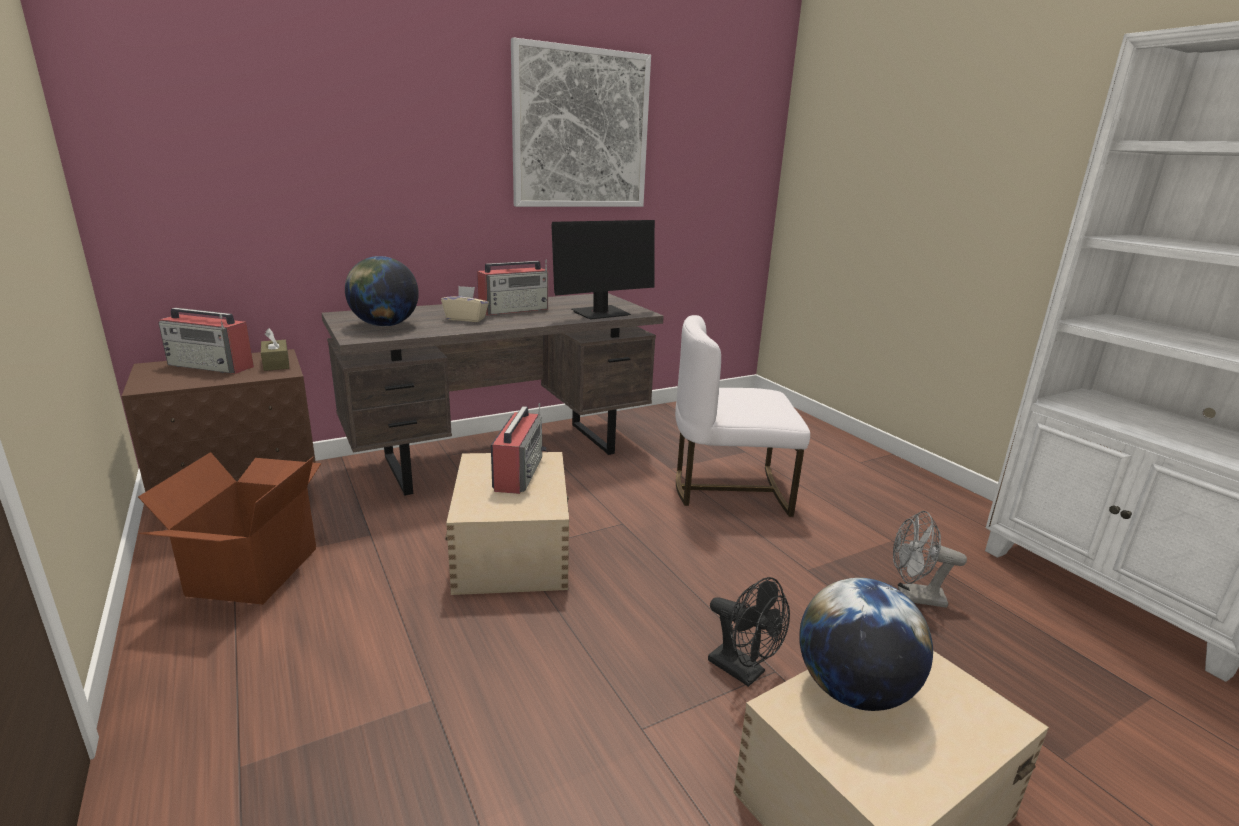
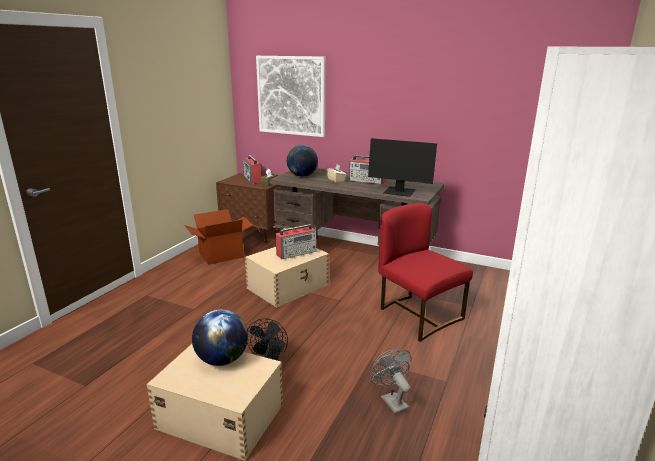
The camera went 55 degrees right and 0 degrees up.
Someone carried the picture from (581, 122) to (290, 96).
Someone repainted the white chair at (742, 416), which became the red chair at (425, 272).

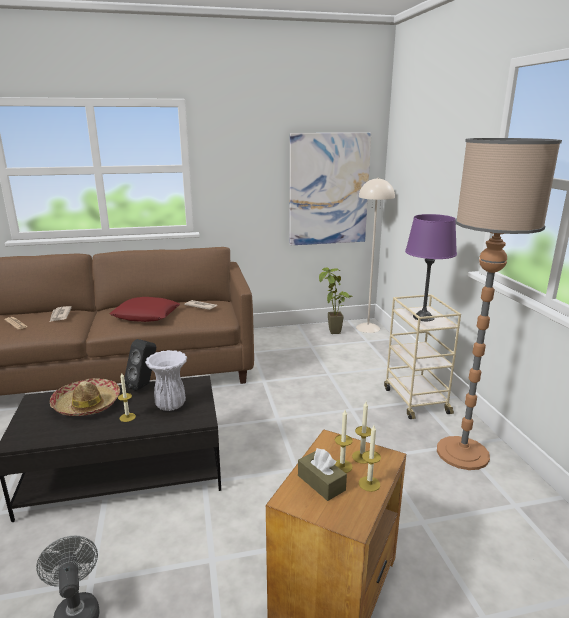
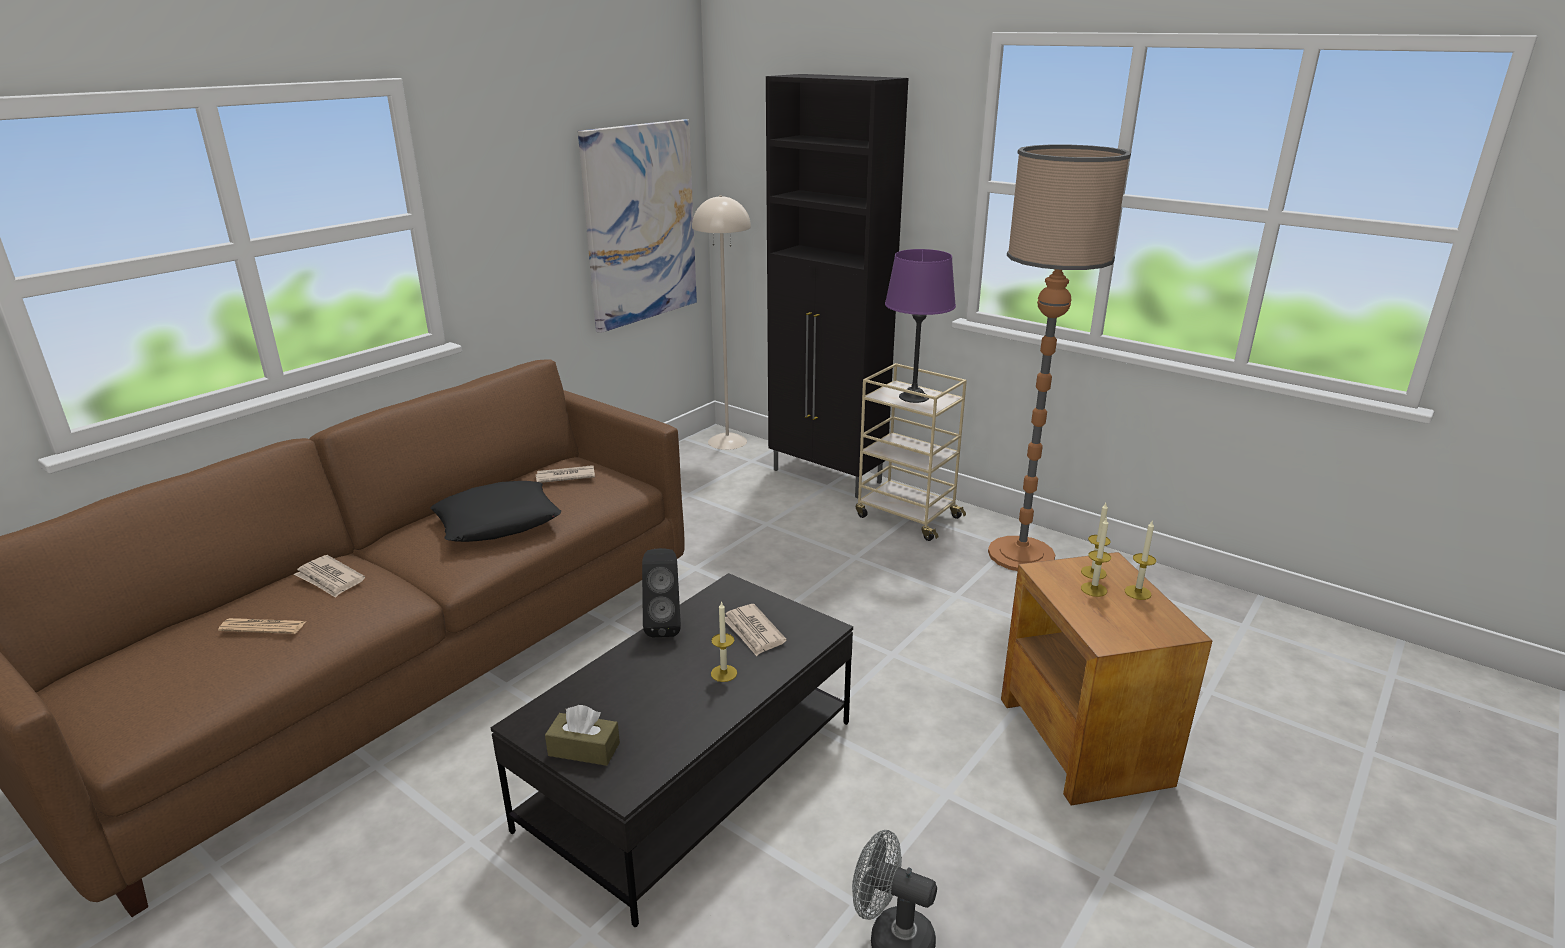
The camera went 40 degrees left and 5 degrees up.
Someone repainted the red pillow at (145, 309), which became the black pillow at (495, 511).
Someone carried the brown tissue box from (322, 474) to (582, 735).
Someone swapped the white vase at (166, 380) for the newspaper at (755, 630).
Someone put down the black cabinet at (837, 286).
Someone took away the hat at (84, 397).
Someone took away the potted plant at (336, 301).

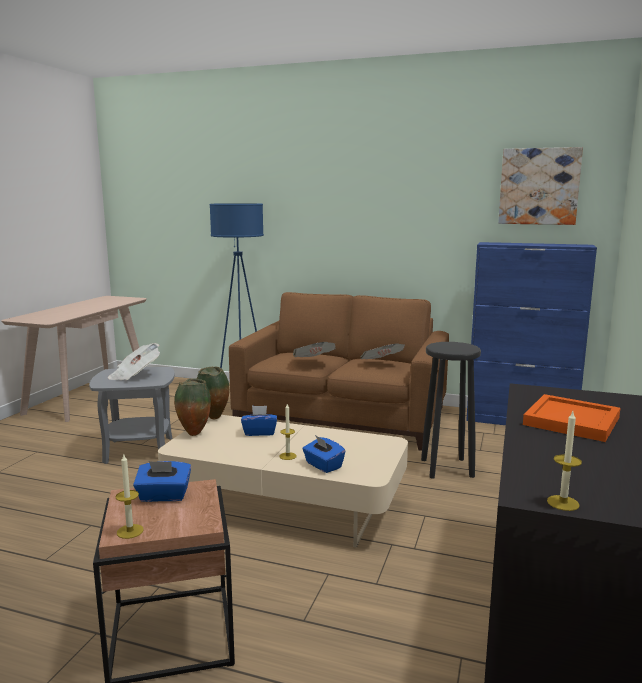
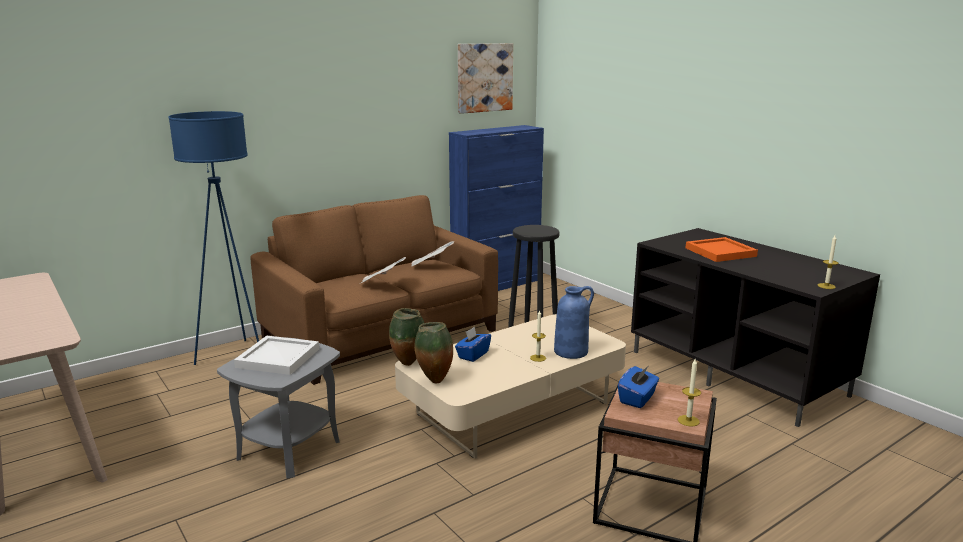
The camera went 55 degrees left and 5 degrees up.
Someone swapped the newspaper at (134, 361) for the white tray at (276, 355).
Someone swapped the blue tissue box at (324, 454) for the blue vase at (574, 322).

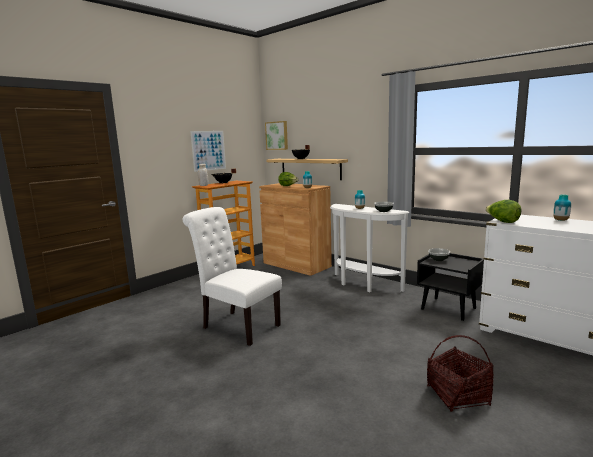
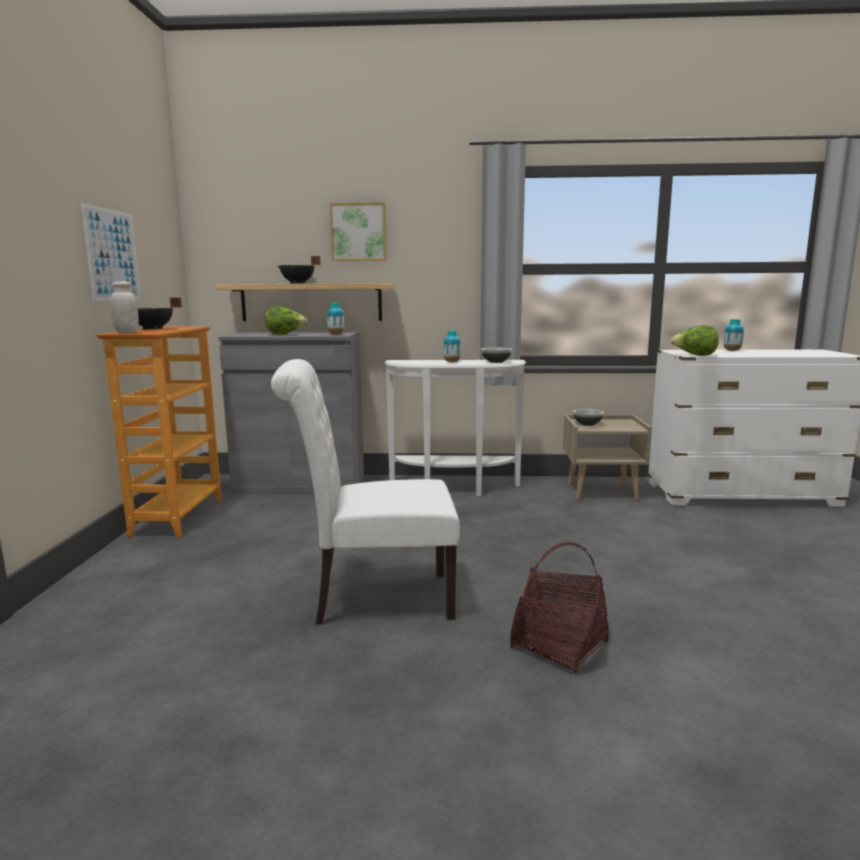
The camera went 40 degrees left and 0 degrees up.
Someone repainted the brown cabinet at (295, 229), which became the grey cabinet at (291, 413).
Someone carried the picture from (276, 135) to (358, 232).
Someone carried the basket from (460, 373) to (559, 607).
Someone repainted the black nightstand at (450, 287), which became the beige nightstand at (607, 458).

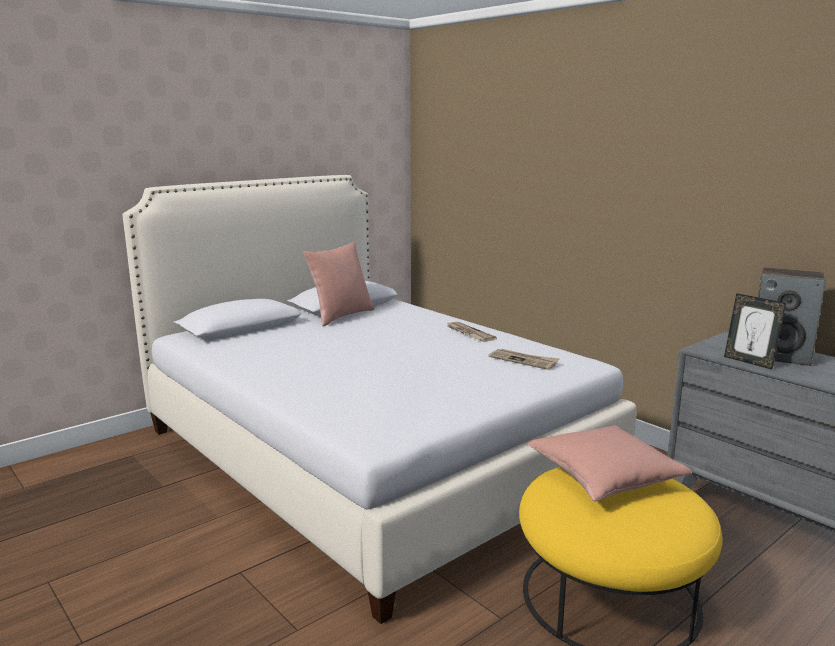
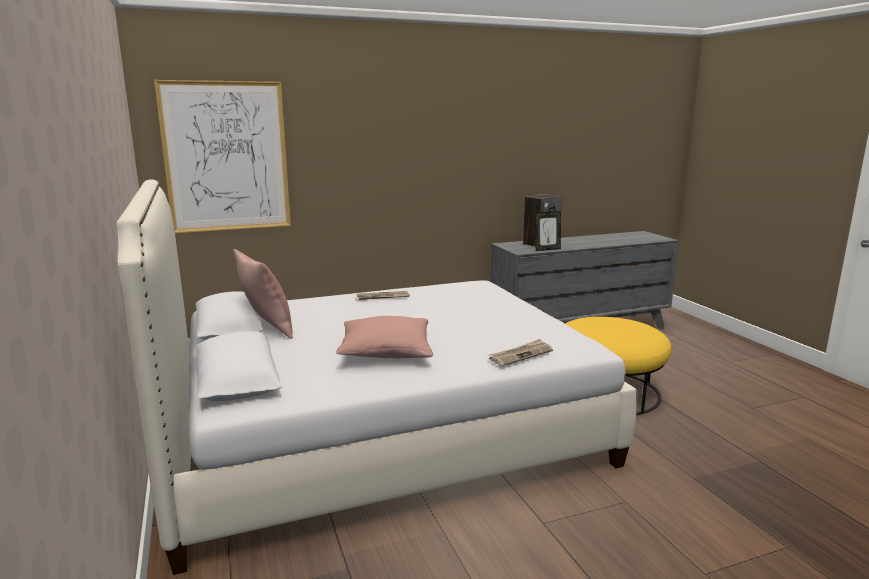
The camera went 70 degrees left and 0 degrees up.
Someone put up the picture at (222, 156).
Someone carried the pink pillow from (609, 464) to (384, 337).
Someone carried the newspaper from (523, 359) to (521, 352).

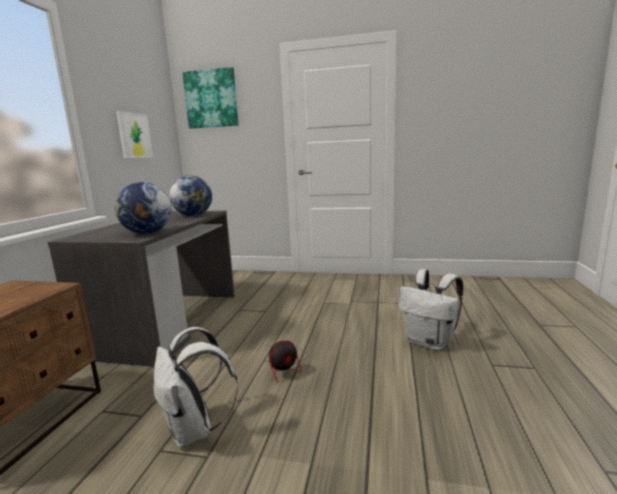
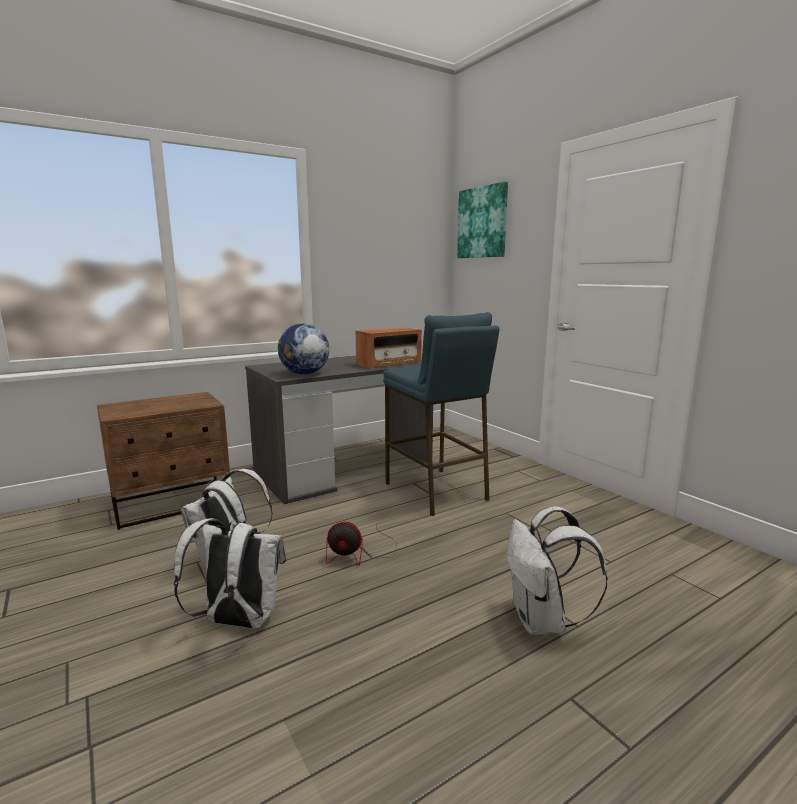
The camera went 45 degrees right and 0 degrees up.
Someone put down the white backpack at (230, 573).
Someone swapped the globe at (191, 195) for the radio at (389, 347).
Someone put down the blue stool at (441, 414).
Someone took away the picture at (134, 134).

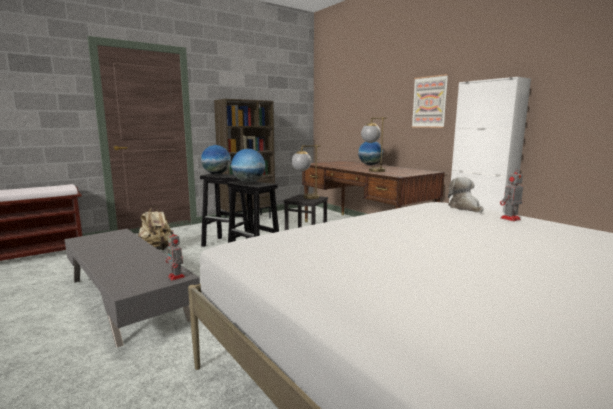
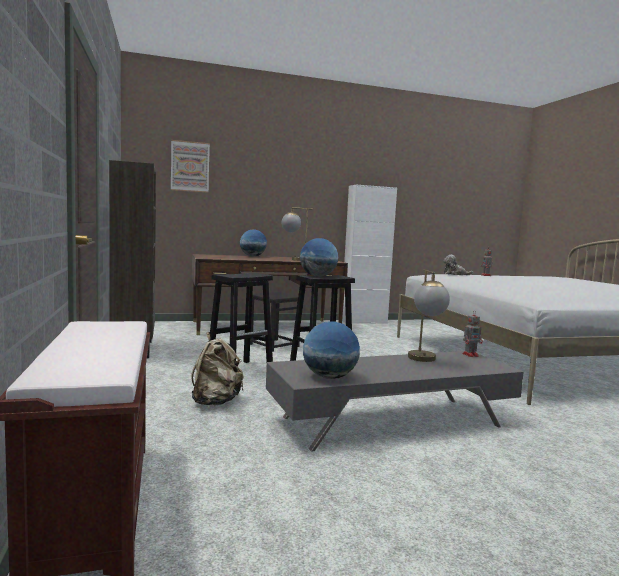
The camera went 70 degrees left and 5 degrees down.
Someone carried the picture from (430, 101) to (190, 166).
Someone carried the globe from (216, 159) to (331, 350).
Someone carried the table lamp from (306, 172) to (429, 315).

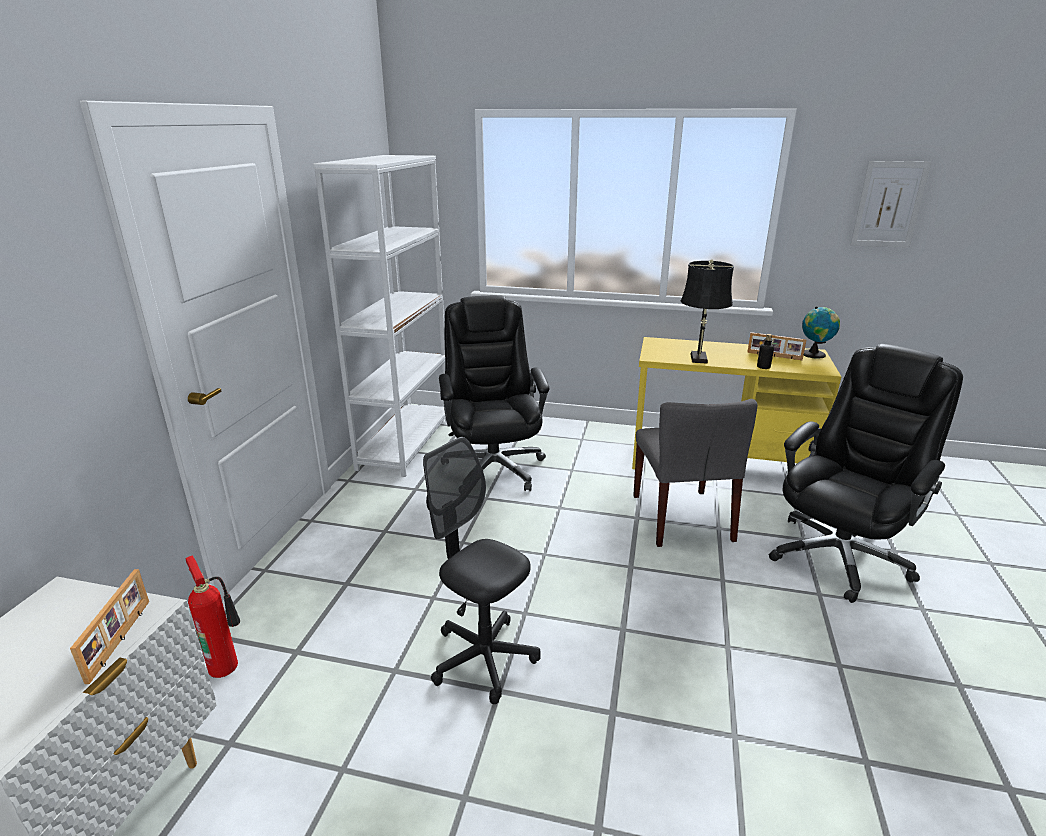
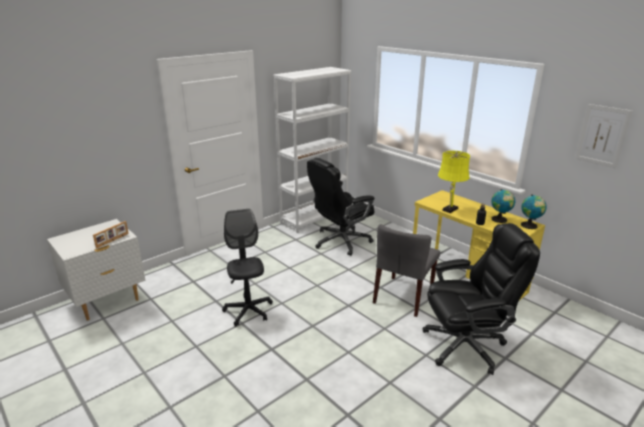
The camera went 35 degrees right and 0 degrees up.
Someone rotated the black office chair at (494, 393) by 150 degrees counterclockwise.
Someone repainted the black table lamp at (707, 311), which became the yellow table lamp at (454, 182).
Someone swapped the picture frame at (776, 346) for the globe at (503, 206).
Someone took away the fire extinguisher at (212, 617).

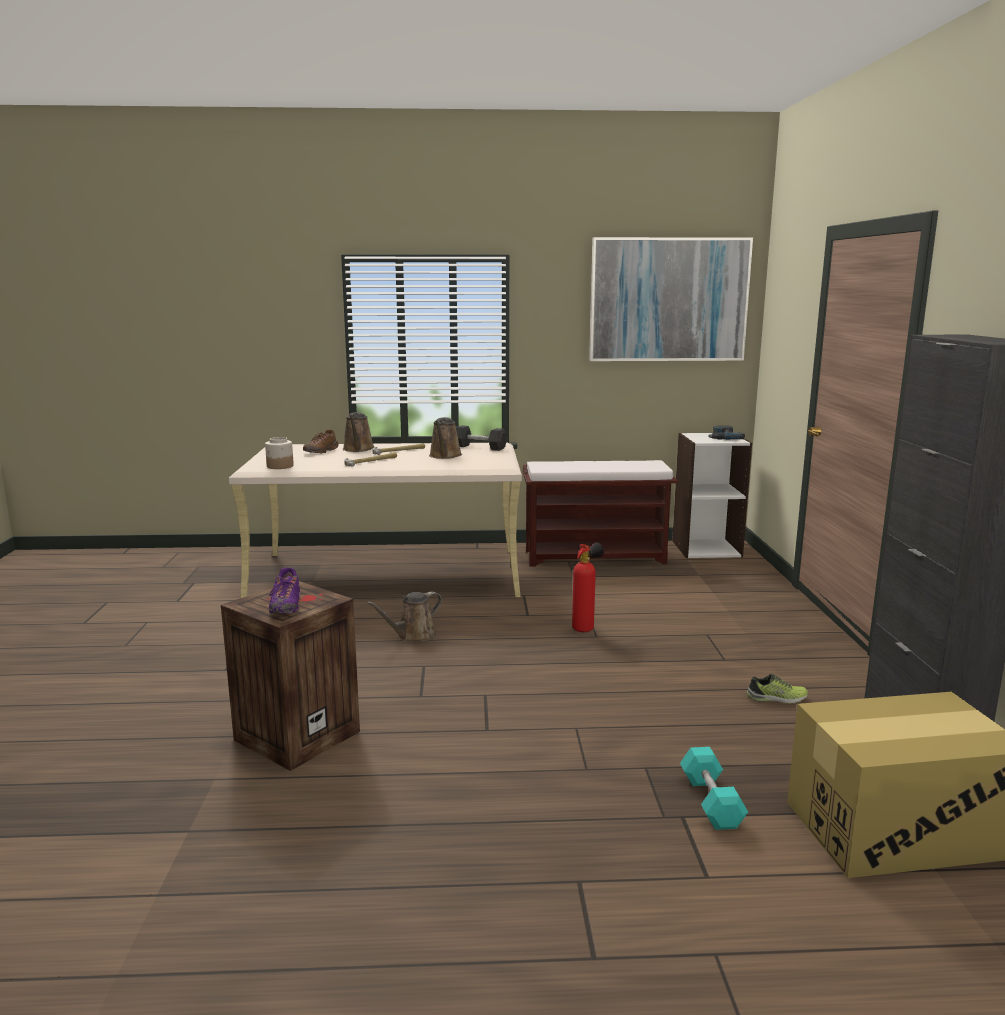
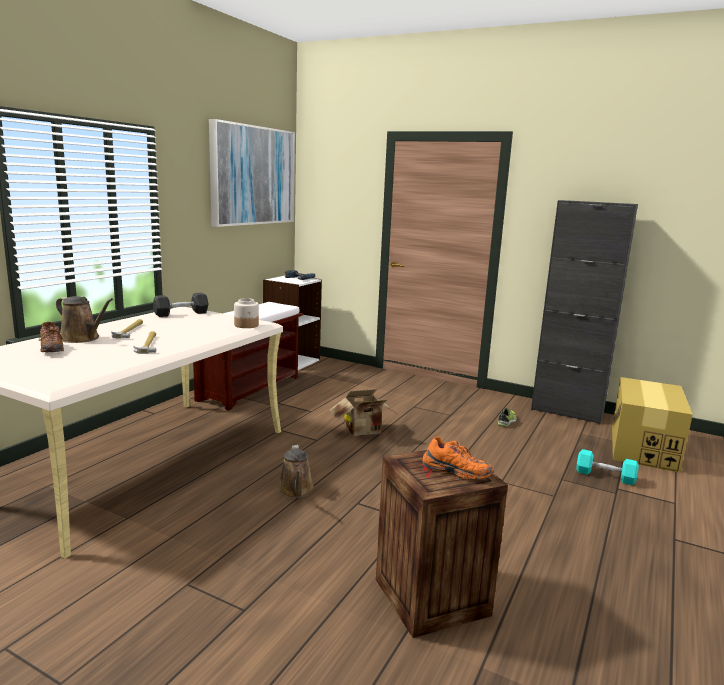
The camera went 60 degrees left and 0 degrees up.
Someone carried the jar from (279, 453) to (246, 313).
Someone swapped the fire extinguisher at (588, 587) for the cardboard box at (364, 412).
Someone repainted the purple shoe at (284, 590), which became the orange shoe at (458, 458).
Someone took away the brown watering can at (445, 438).

